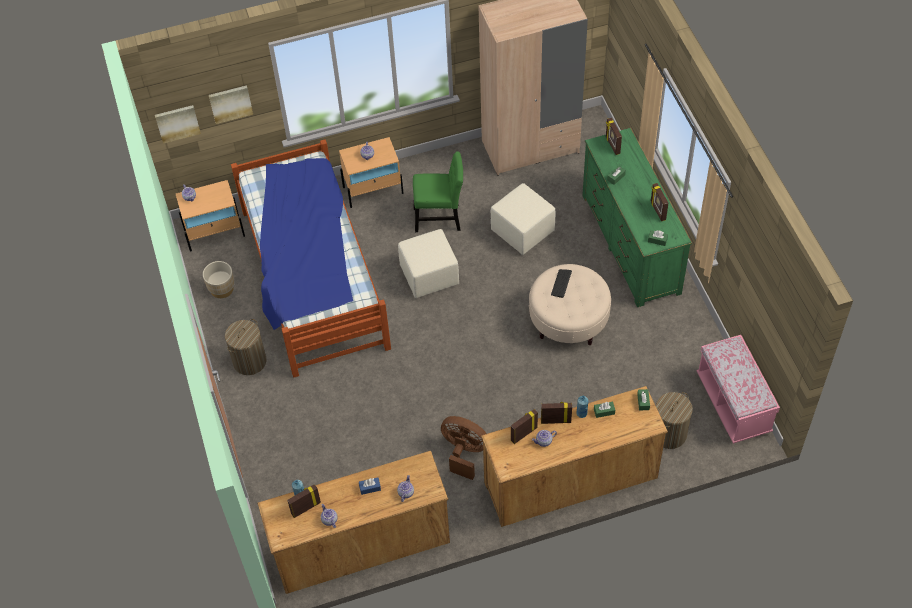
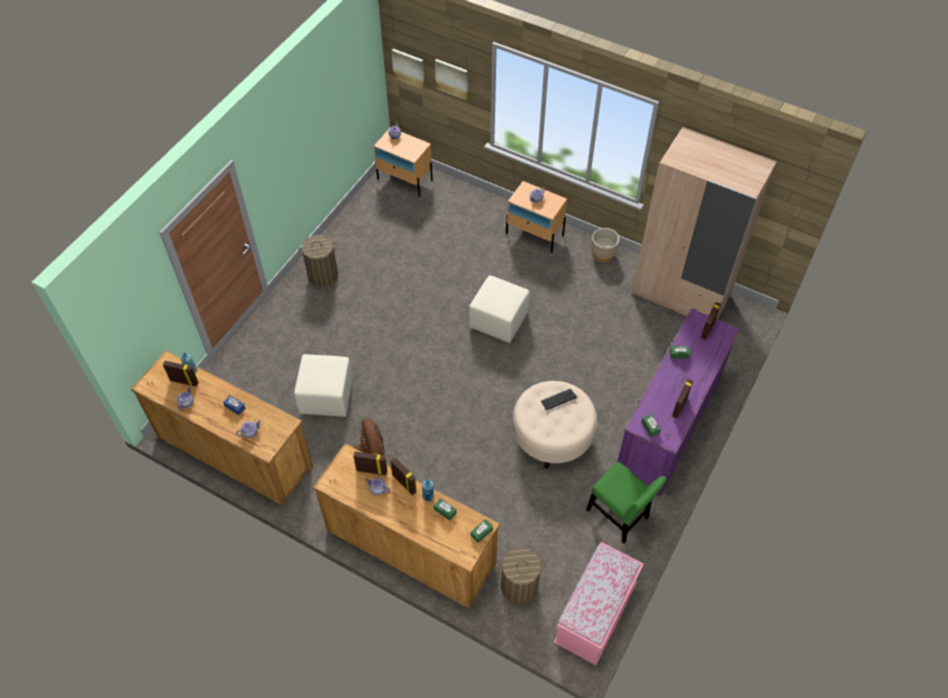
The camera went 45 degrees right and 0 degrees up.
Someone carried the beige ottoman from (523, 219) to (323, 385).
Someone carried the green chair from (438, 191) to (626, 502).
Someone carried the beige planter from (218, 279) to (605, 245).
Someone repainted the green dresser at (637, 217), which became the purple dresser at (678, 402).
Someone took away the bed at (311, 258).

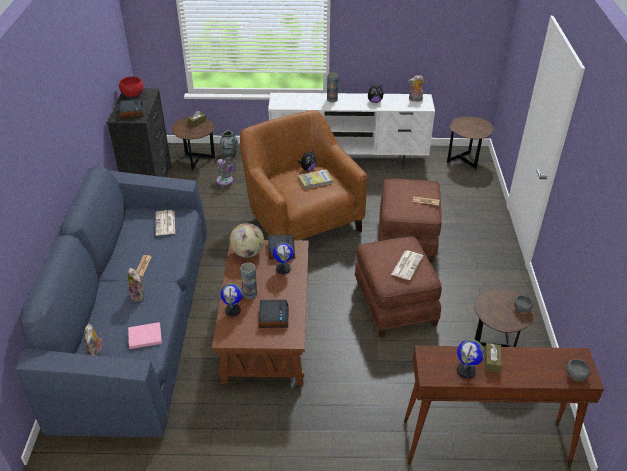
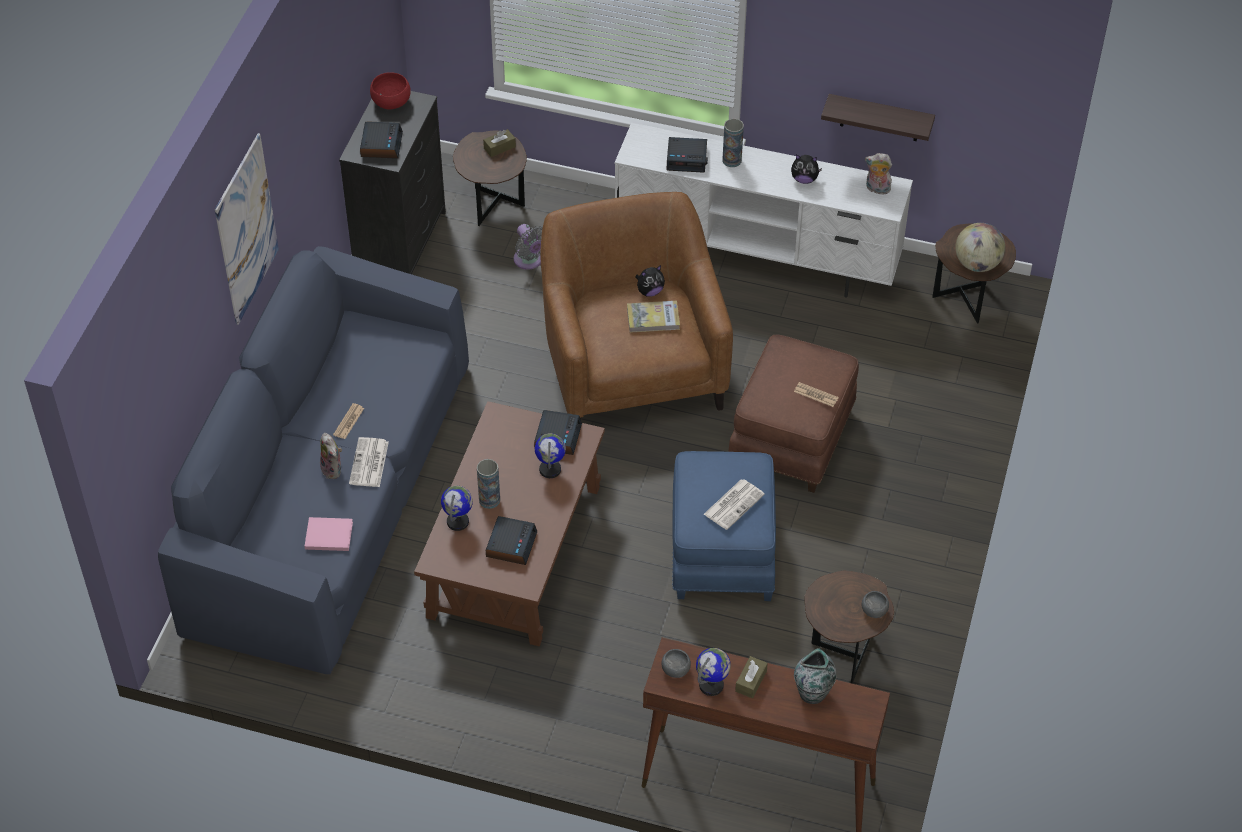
The camera went 15 degrees right and 10 degrees up.
Someone put up the picture at (247, 229).
Someone carried the newspaper from (165, 222) to (369, 462).
Someone carried the grey bowl from (578, 370) to (676, 663).
Someone put down the alarm clock at (687, 155).
Someone repainted the brown ottoman at (398, 286), which became the blue ottoman at (724, 526).
Someone carried the vase from (229, 144) to (815, 676).
Someone put up the shelf at (878, 117).
Someone carried the globe from (247, 240) to (980, 247).
Someone took away the plush toy at (93, 340).

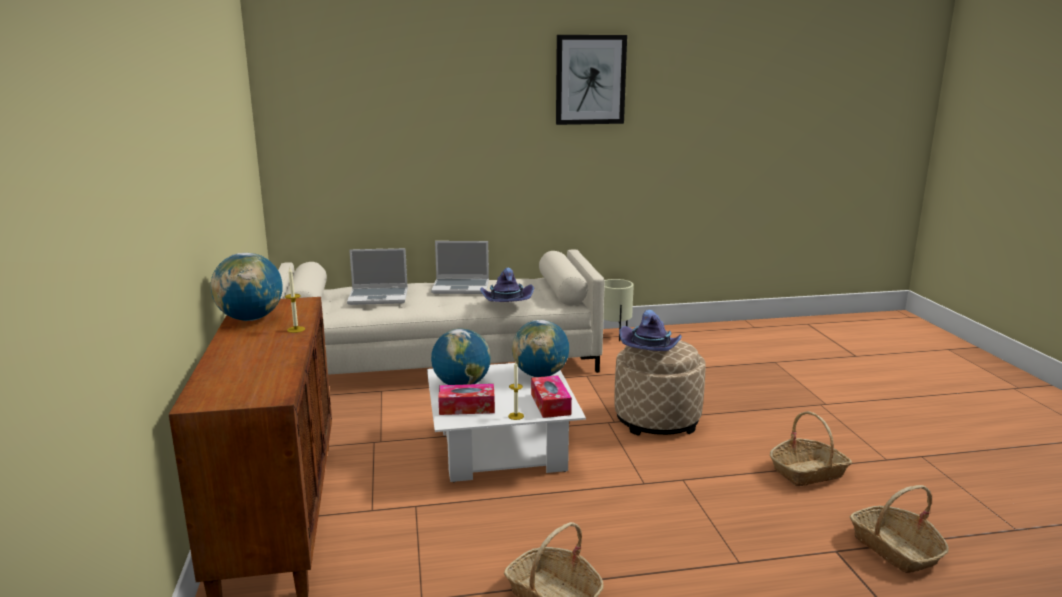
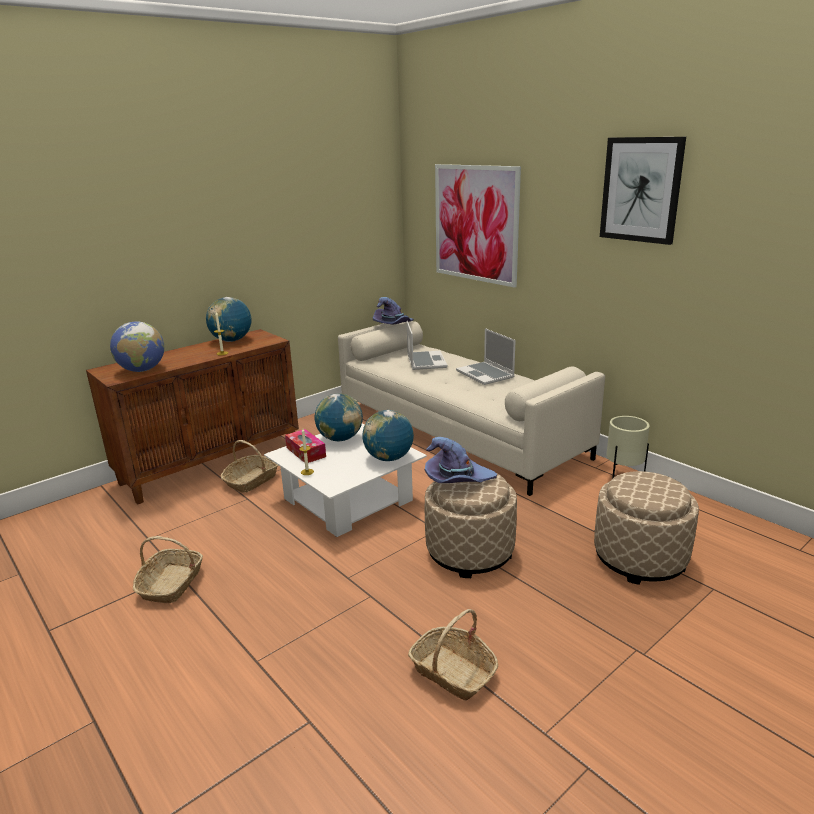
The camera went 60 degrees right and 5 degrees up.
Someone put down the globe at (137, 346).
Someone carried the basket from (899, 529) to (249, 466).
Someone carried the purple hat from (507, 285) to (393, 311).
Someone rotated the laptop at (377, 276) by 150 degrees counterclockwise.
Someone put up the picture at (478, 226).
Someone put down the beige ottoman at (646, 528).
Someone took away the tissue box at (551, 396).

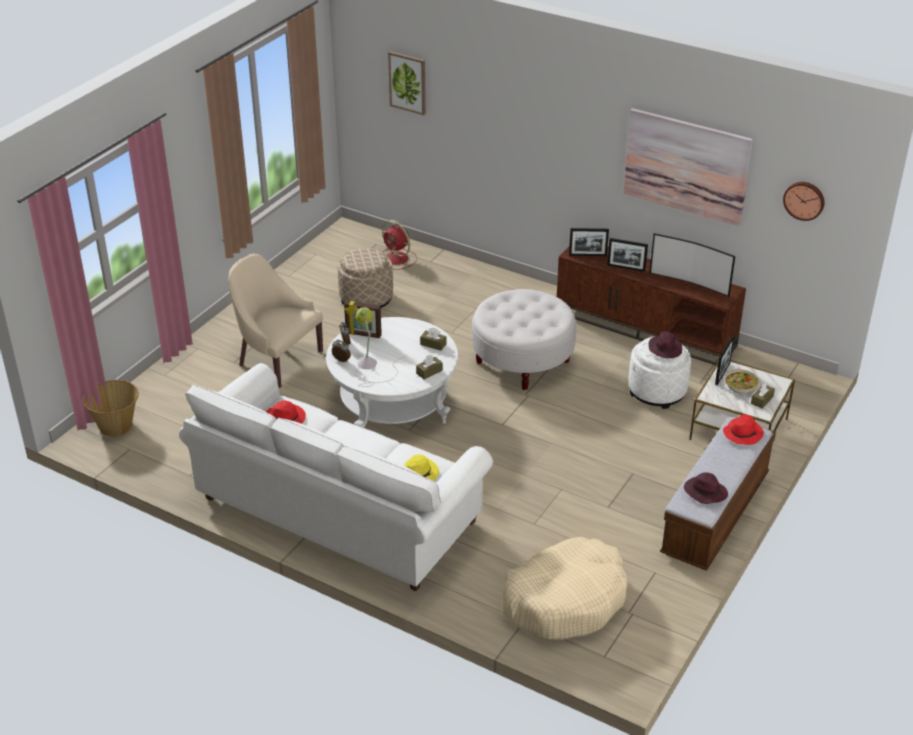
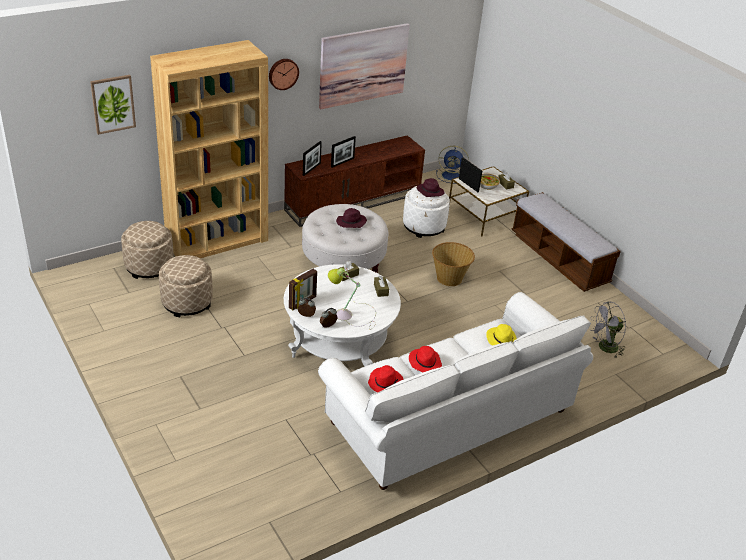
The camera went 65 degrees left and 0 degrees up.
Someone swapped the red fan at (399, 245) for the beige ottoman at (147, 250).
Someone put down the brown bookcase at (209, 149).
Someone carried the wall clock from (803, 201) to (284, 74).
Someone carried the purple hat from (706, 488) to (351, 218).
Someone carried the red hat from (743, 430) to (425, 359).
Someone carried the basket from (111, 408) to (453, 264).
Someone put down the blue fan at (452, 165).
Someone swapped the beige dog bed at (565, 588) for the grey fan at (608, 330).
Someone took away the beige armchair at (275, 321).
Someone took away the television at (692, 264).

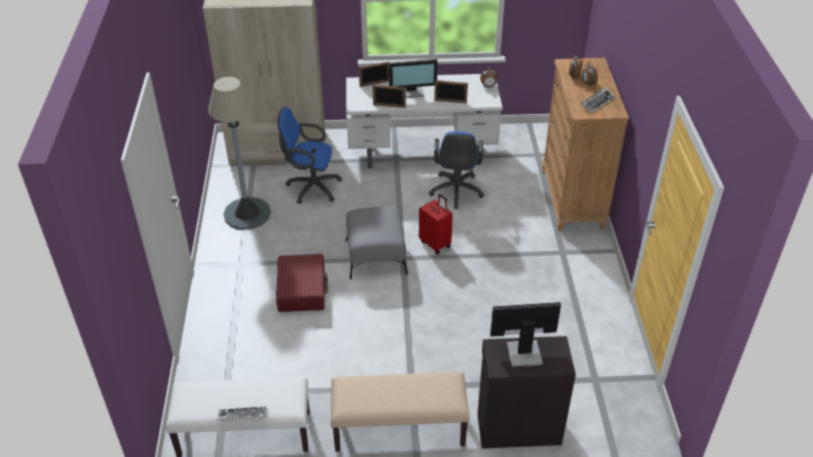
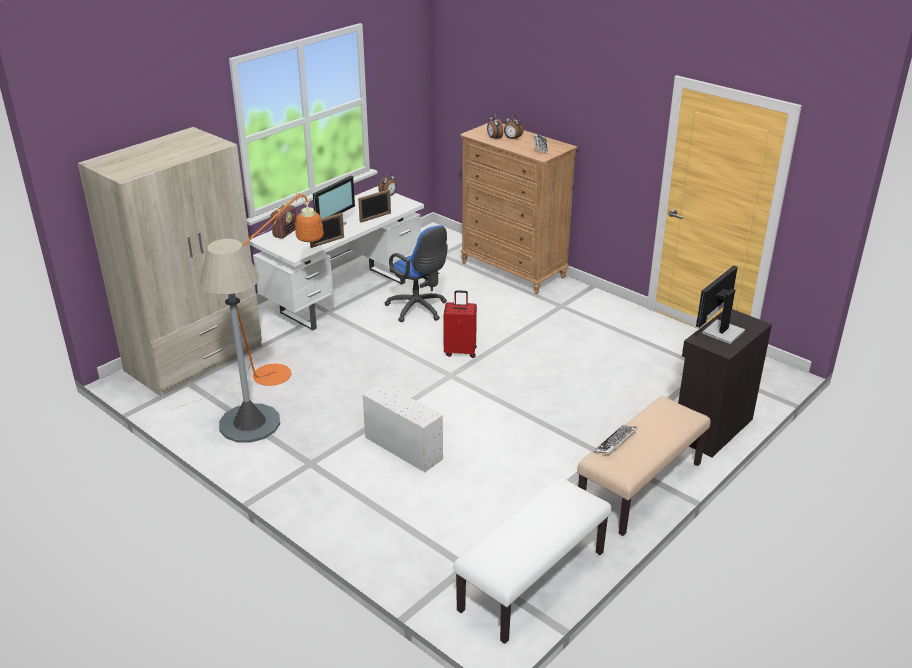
The camera went 45 degrees left and 10 degrees down.
Someone swapped the blue office chair at (309, 155) for the orange floor lamp at (247, 301).
Someone swapped the picture frame at (374, 74) for the radio at (283, 221).
Someone swapped the red suitcase at (302, 283) for the white storage box at (403, 427).
Someone carried the keyboard from (241, 414) to (615, 439).
Someone took away the grey ottoman at (377, 243).

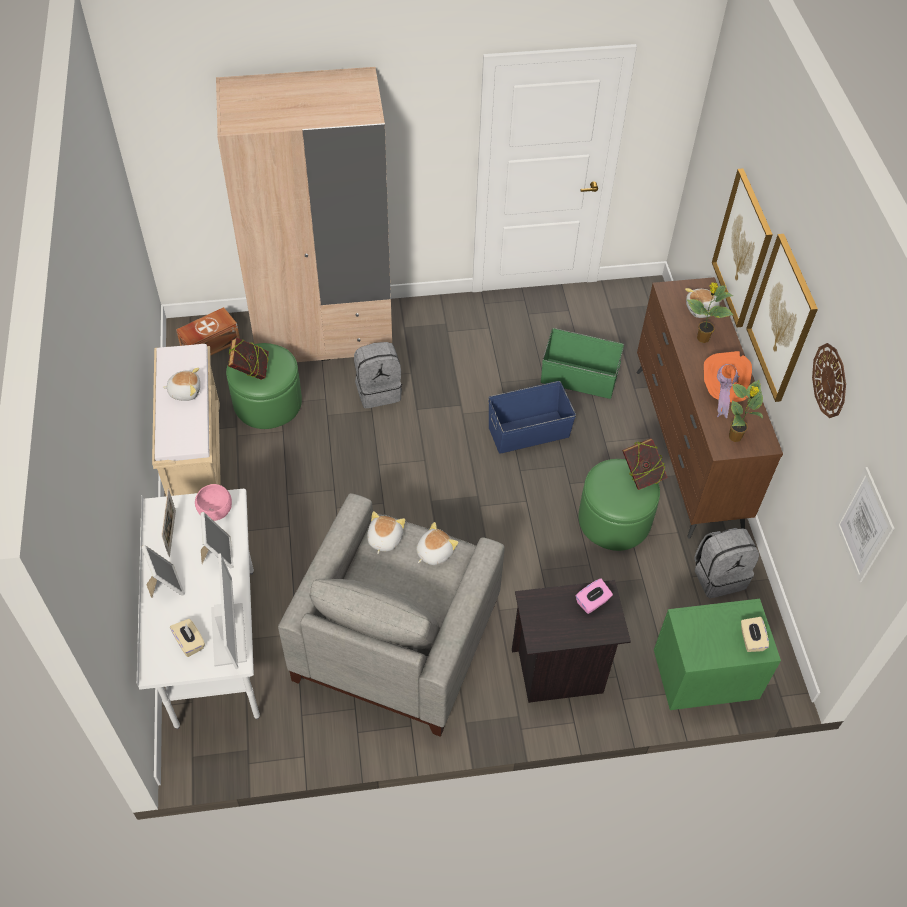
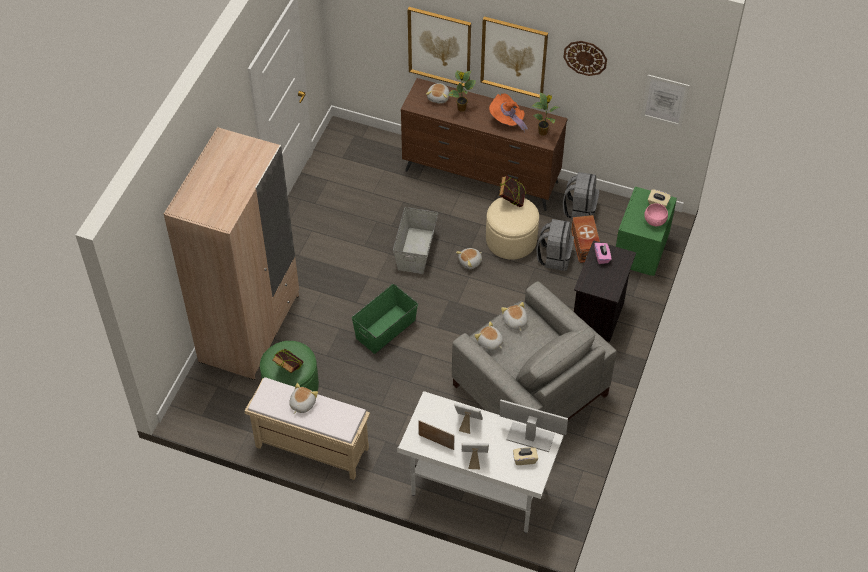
The camera went 60 degrees left and 0 degrees up.
Someone carried the green storage box from (582, 363) to (385, 319).
Someone repainted the blue storage box at (532, 417), which became the grey storage box at (415, 240).
Someone put down the plush toy at (469, 258).
Someone repainted the green ottoman at (619, 505), which became the beige ottoman at (512, 228).
Someone carried the grey backpack from (378, 375) to (555, 245).
Someone carried the brown storage box from (208, 331) to (585, 239).
Someone carried the pink bowl from (213, 502) to (656, 214).

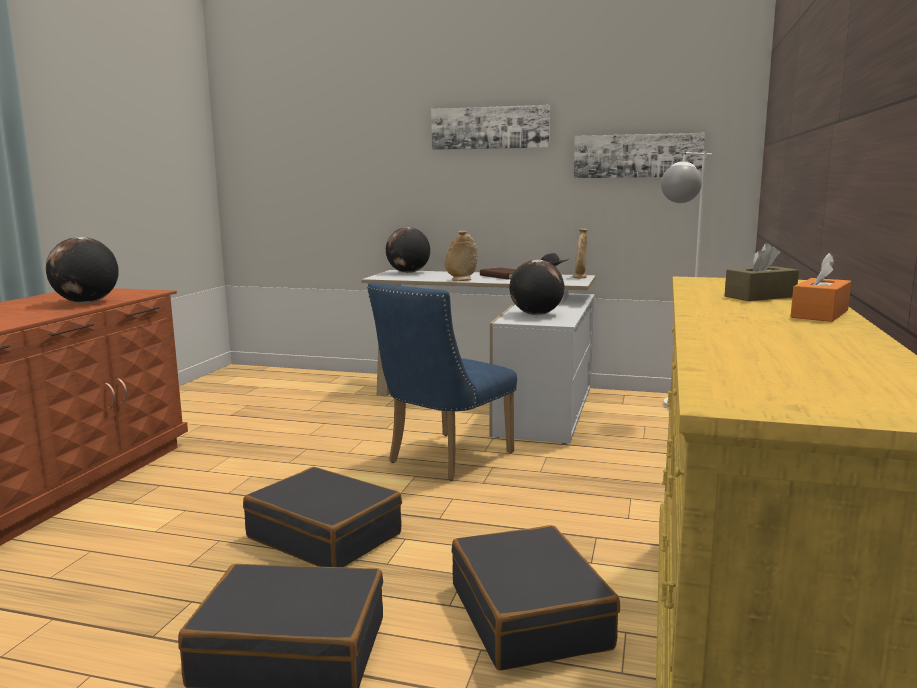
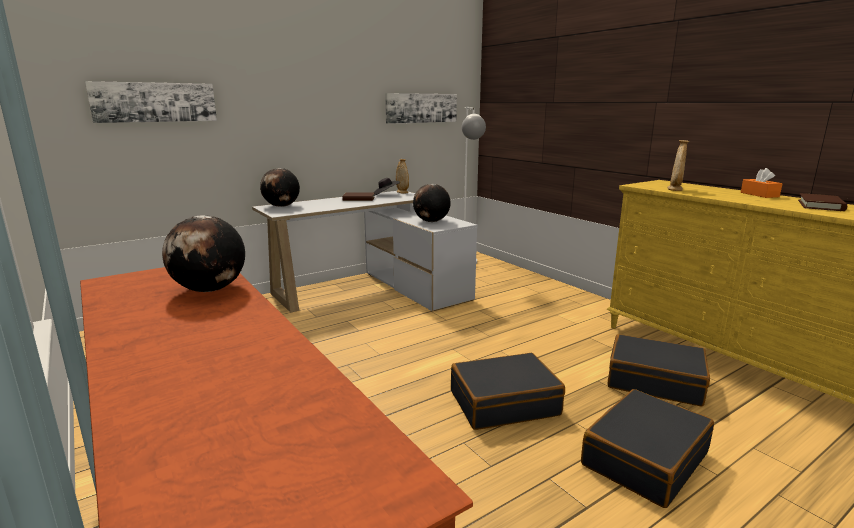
The camera went 50 degrees left and 5 degrees up.
Someone carried the picture from (490, 127) to (151, 102).
Someone carried the beige vase from (460, 256) to (678, 165).
Someone put down the brown book at (822, 202).
Someone took away the blue chair at (442, 381).
Someone took away the brown tissue box at (762, 272).

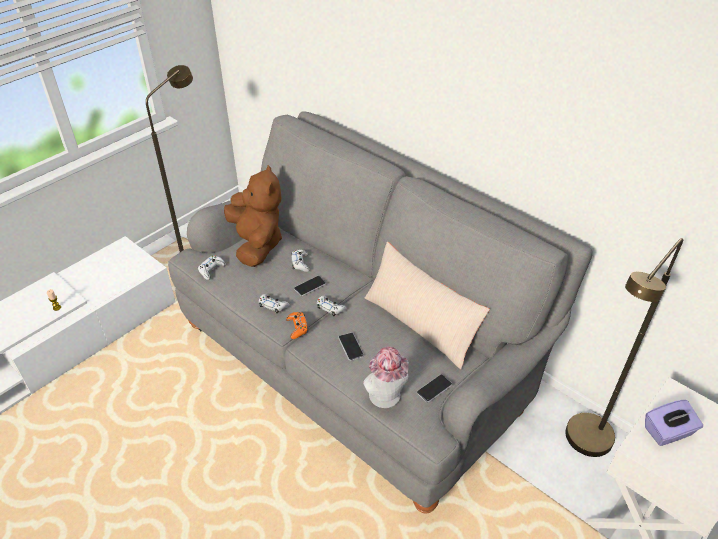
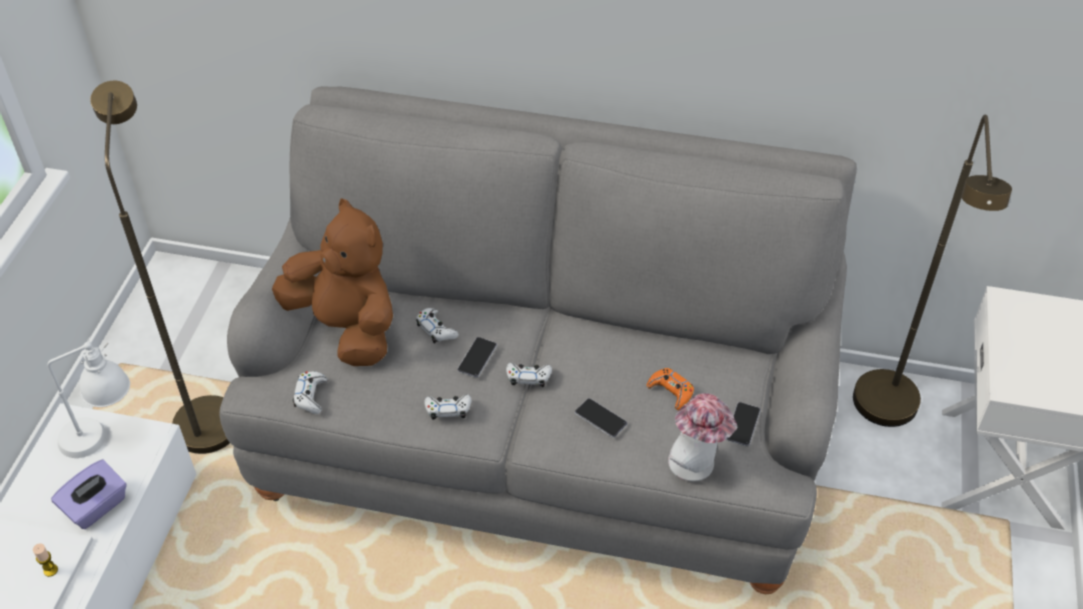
The camera went 30 degrees left and 5 degrees up.
Someone put down the white table lamp at (88, 397).
Someone carried the purple tissue box from (674, 423) to (89, 494).
Someone carried the orange game controller from (297, 325) to (670, 389).
Someone took away the beige pillow at (427, 305).

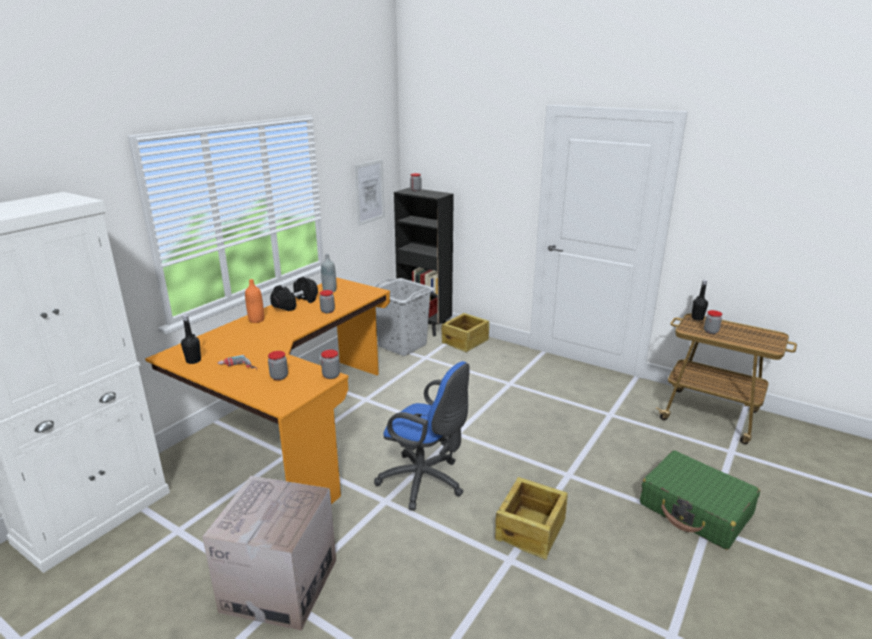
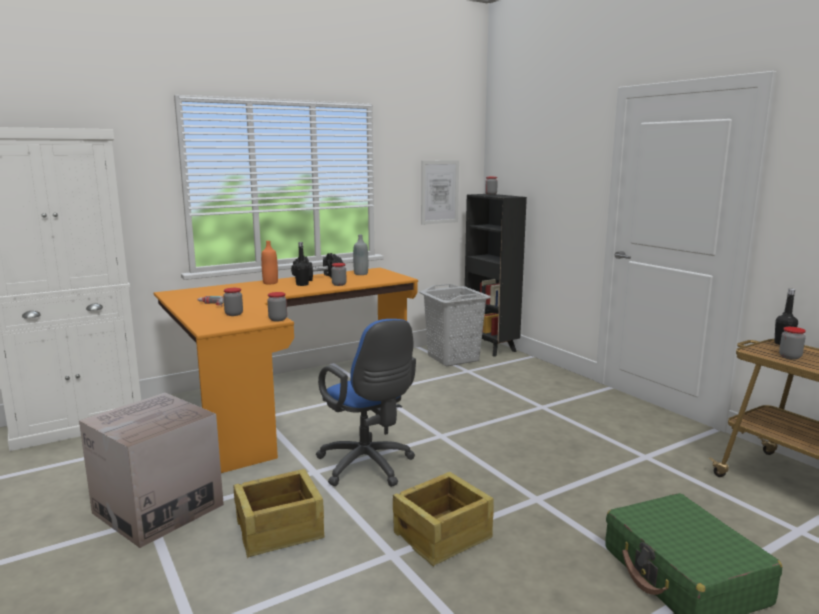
The camera went 25 degrees right and 10 degrees down.
Someone carried the crate from (465, 332) to (278, 513).
Someone carried the black bottle from (191, 339) to (301, 264).

